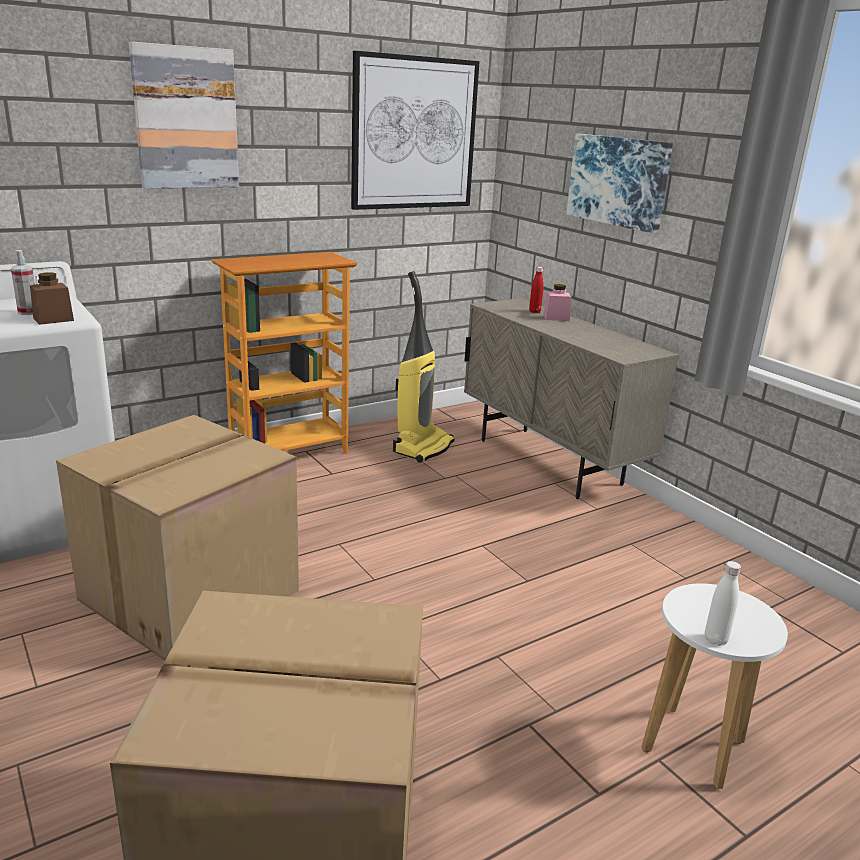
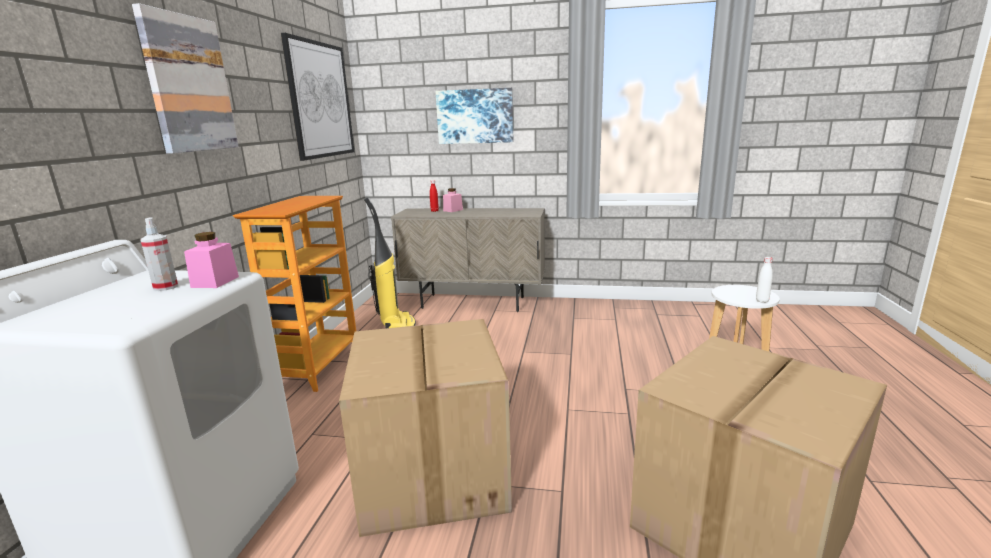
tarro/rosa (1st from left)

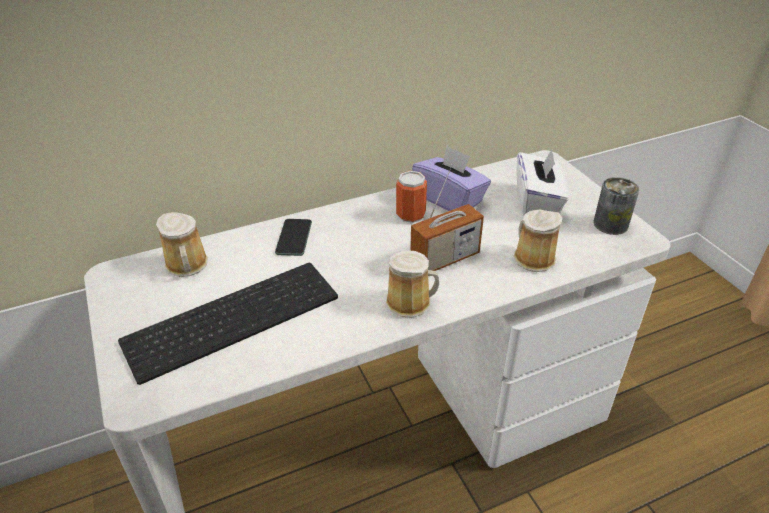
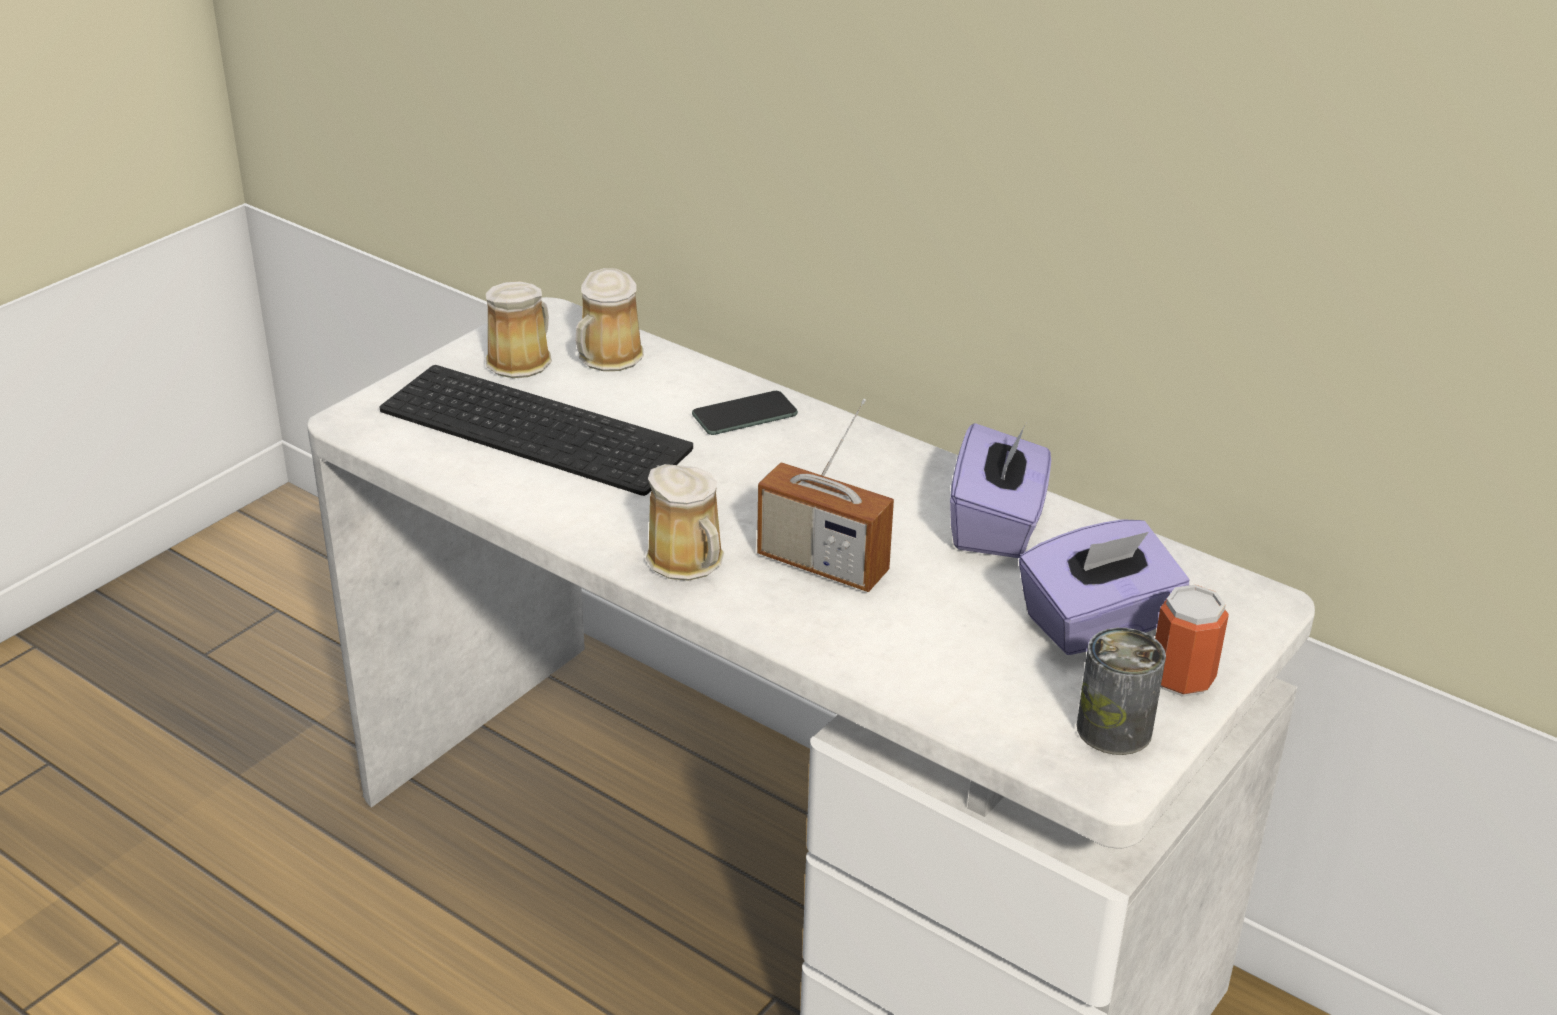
taza grande (1st from left); caja de pañuelos/morado (2nd from left); lata (2nd from left)

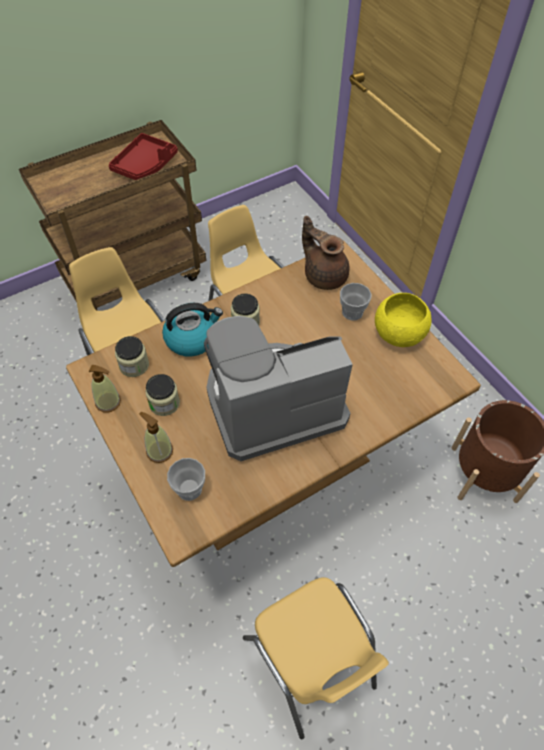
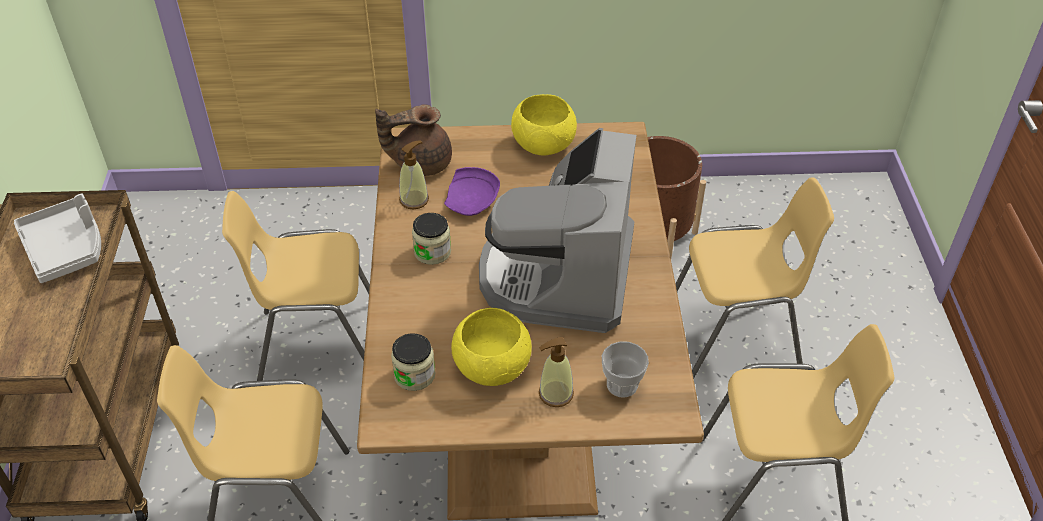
bandeja/gris; dispensador de jabón (1st from left); plato/morado; cuenco/amarillo (1st from left); silla/amarillo (3rd from left); hervidor; taza (2nd from left in the first image)

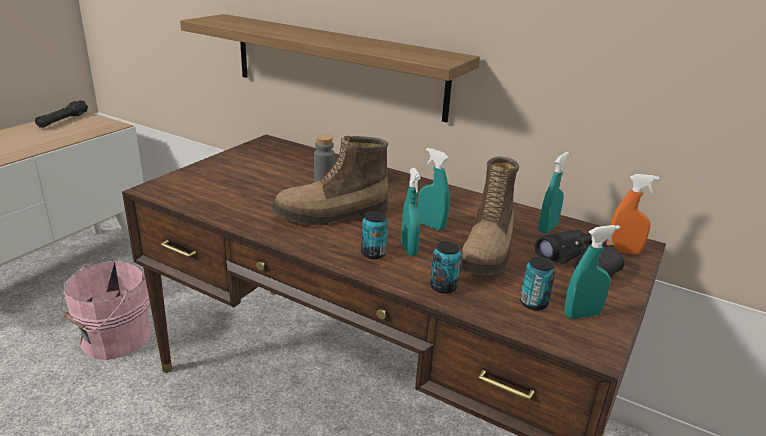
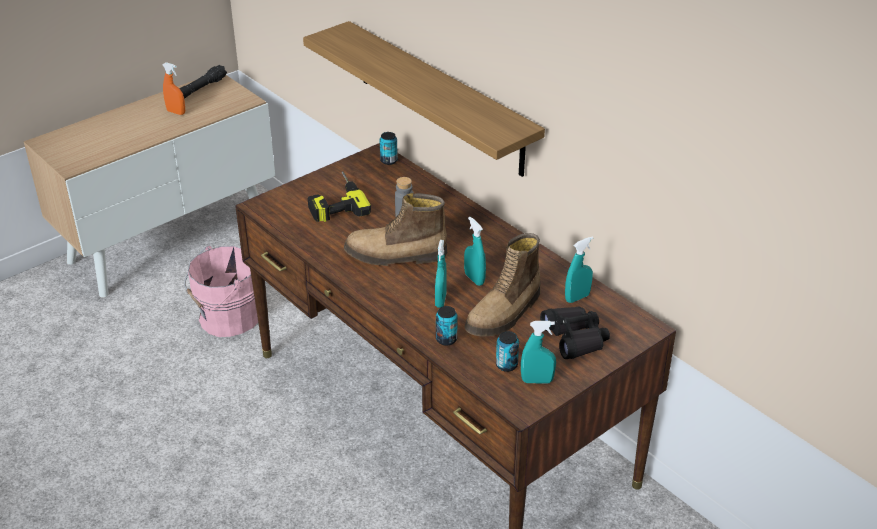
pulverizador/naranja; taladro; lata (1st from left)

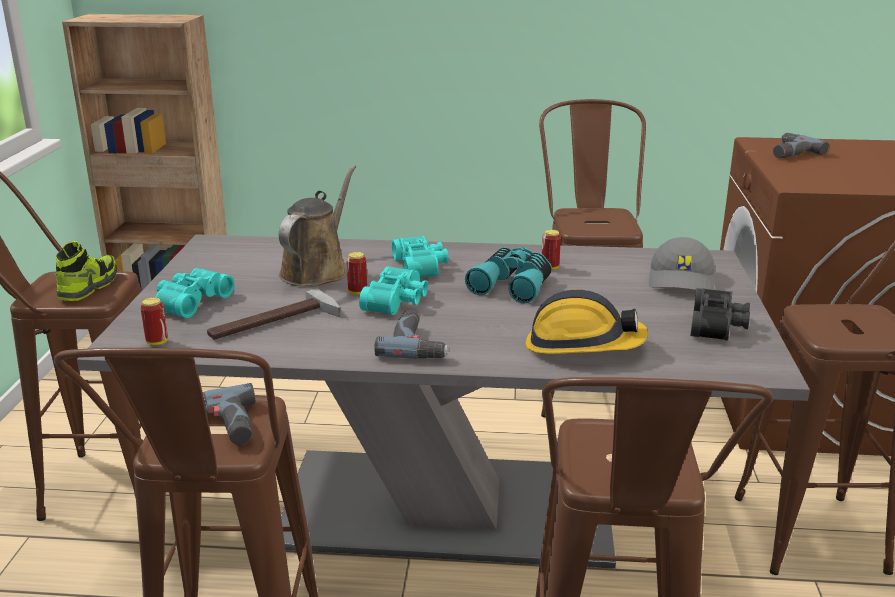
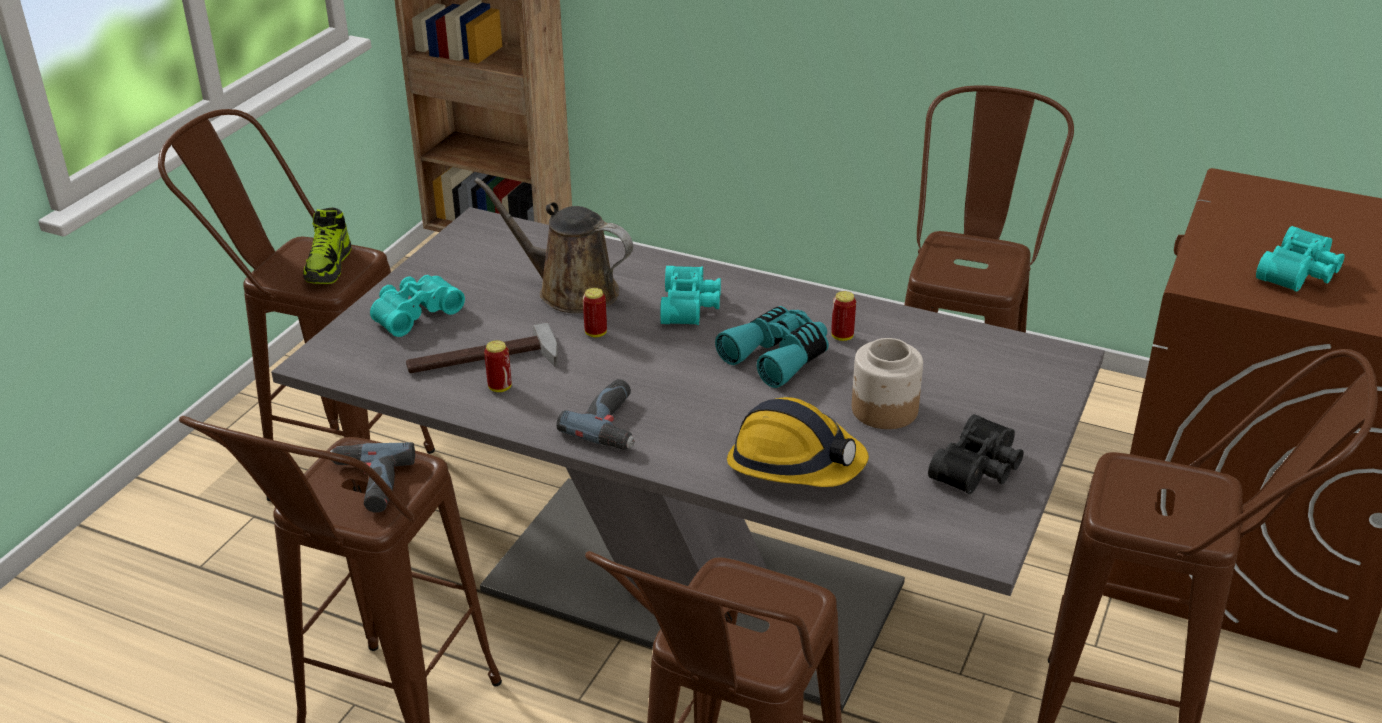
zapato; regadera/marrón; lata (1st from left); tarro; prismáticos/turquesa (4th from left); gorra/gris; taladro (3rd from left in the first image)

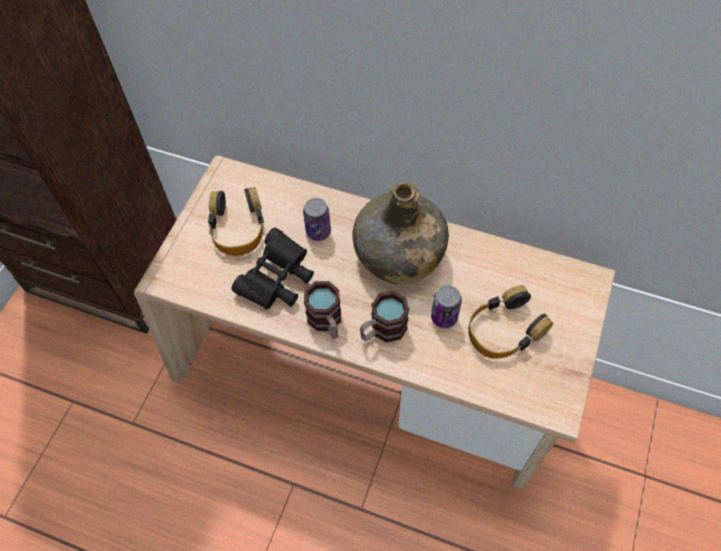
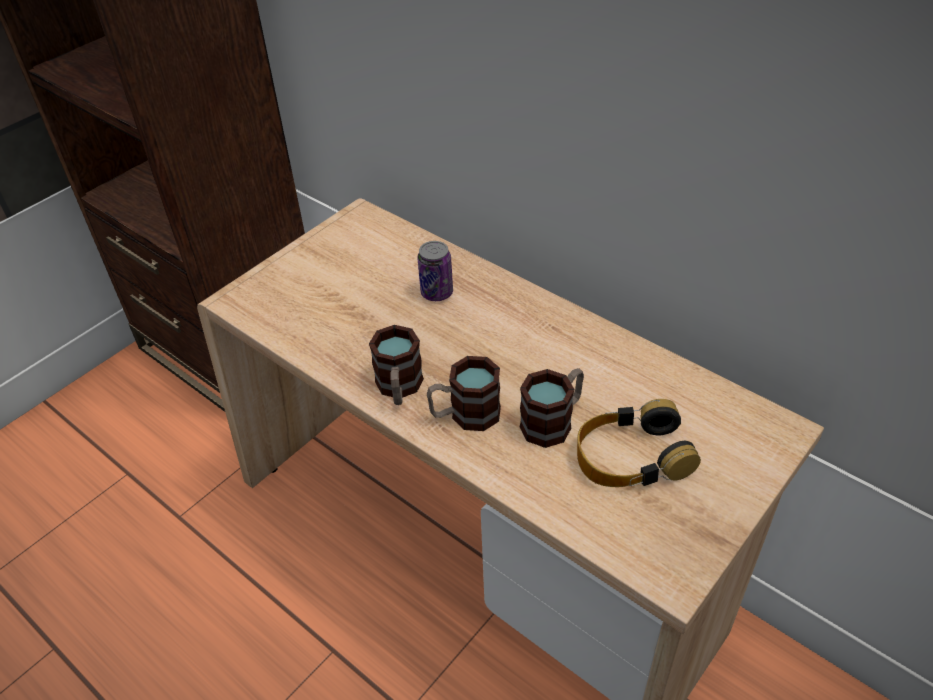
taza grande (3rd from left); auriculares (1st from left in the first image); prismáticos/negro; botella/verde

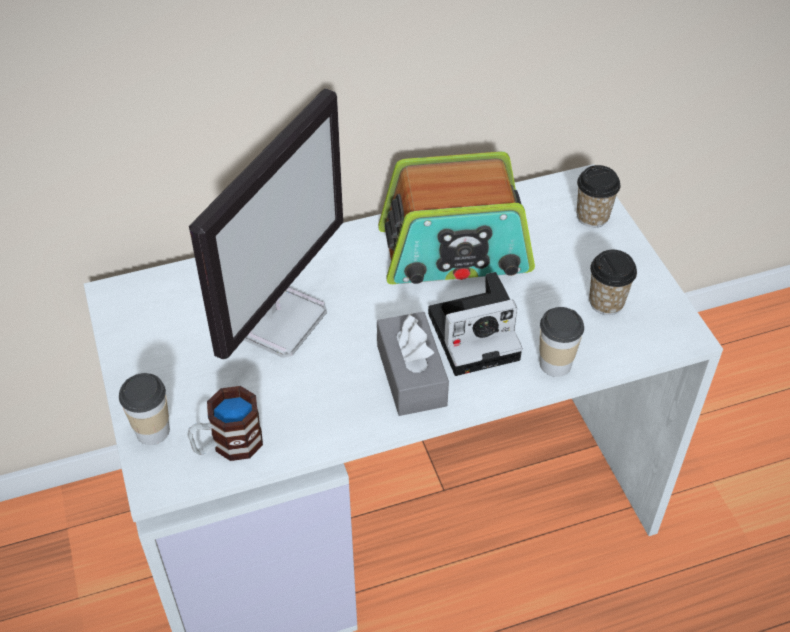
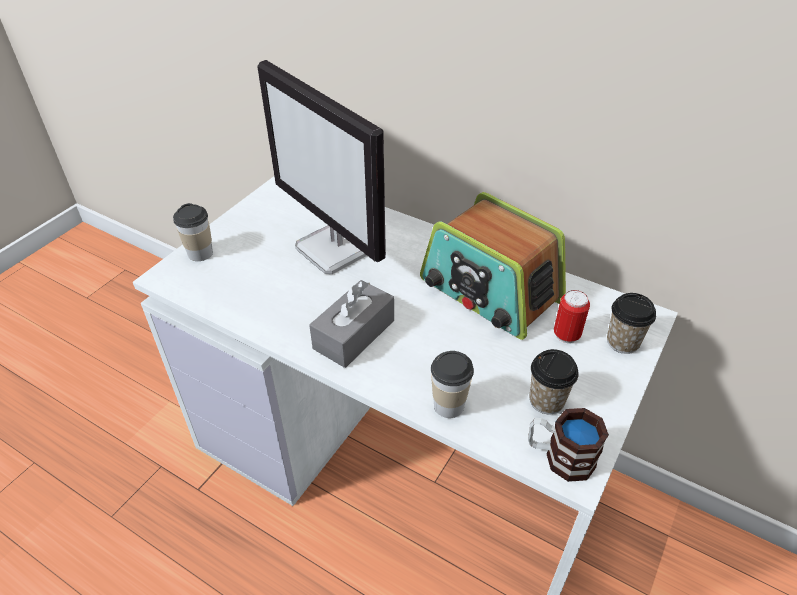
monitor; taza grande; lata; cámara

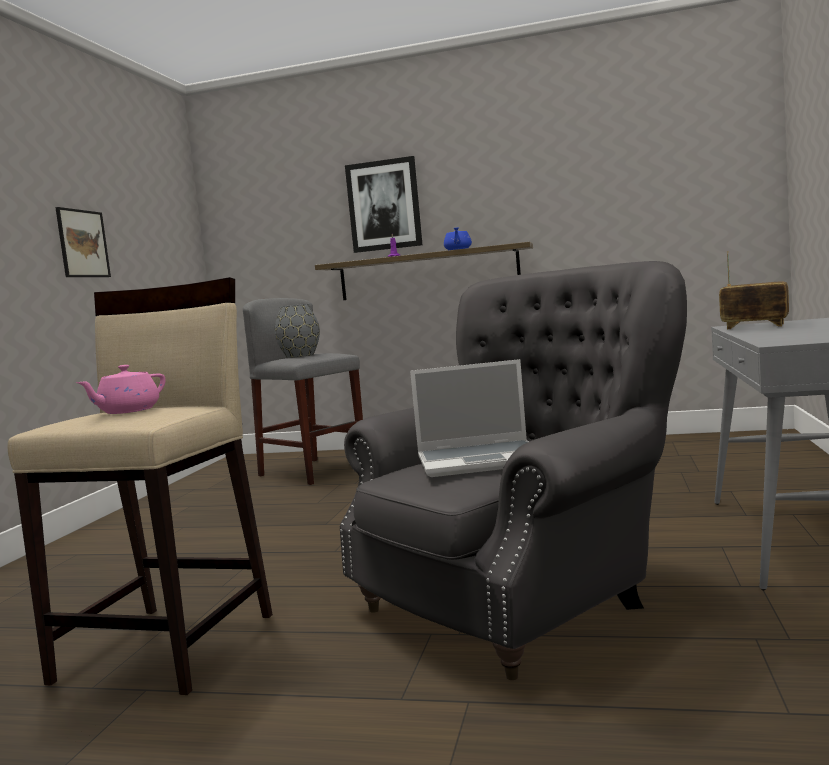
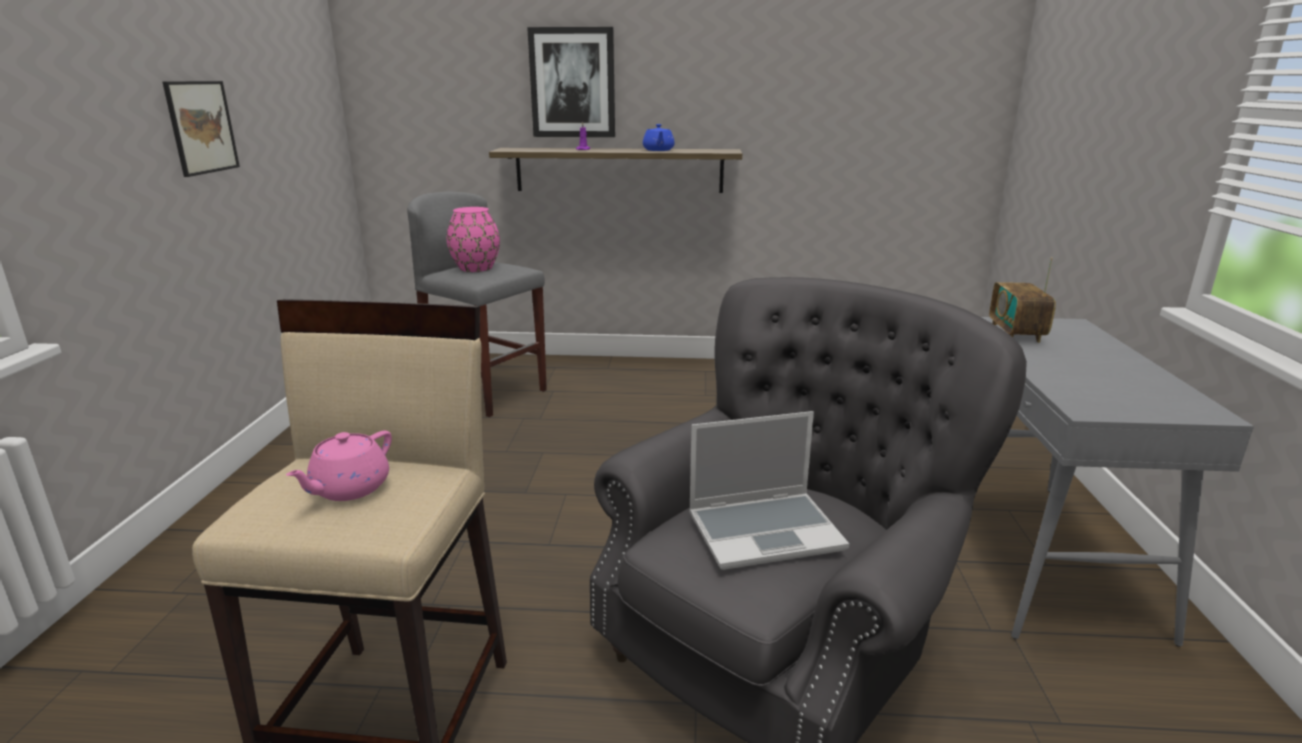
florero/rosa; radio

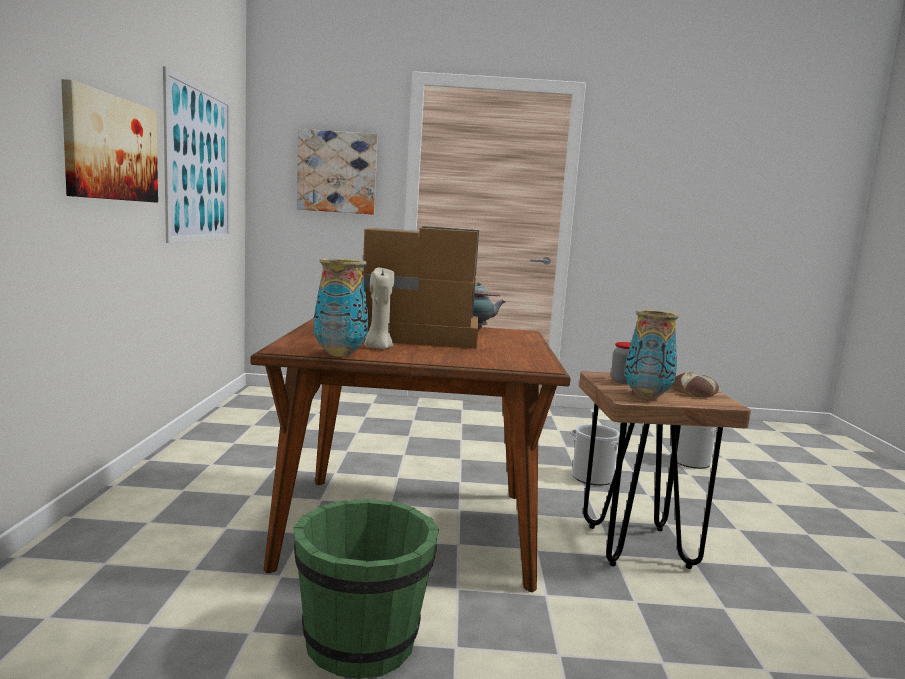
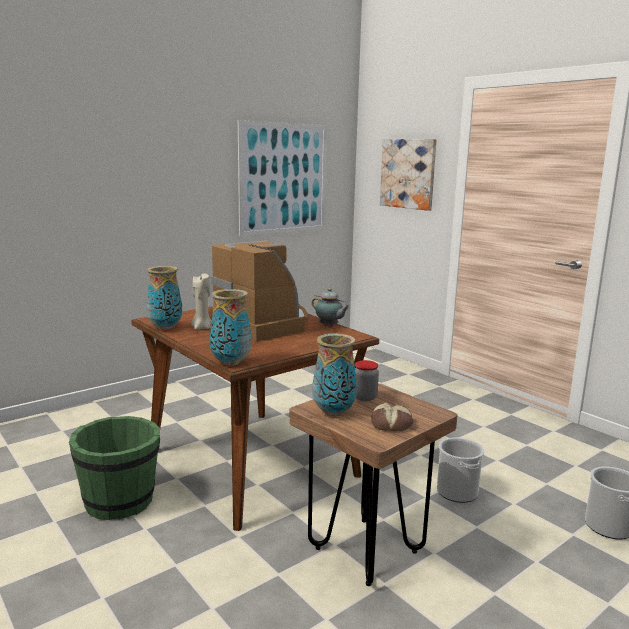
florero (2nd from left); cuadro (1st from left in the first image)

